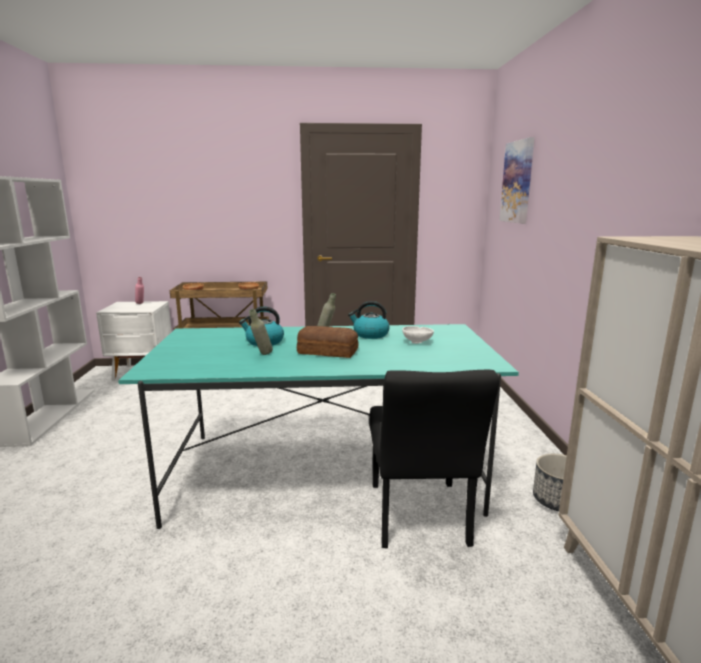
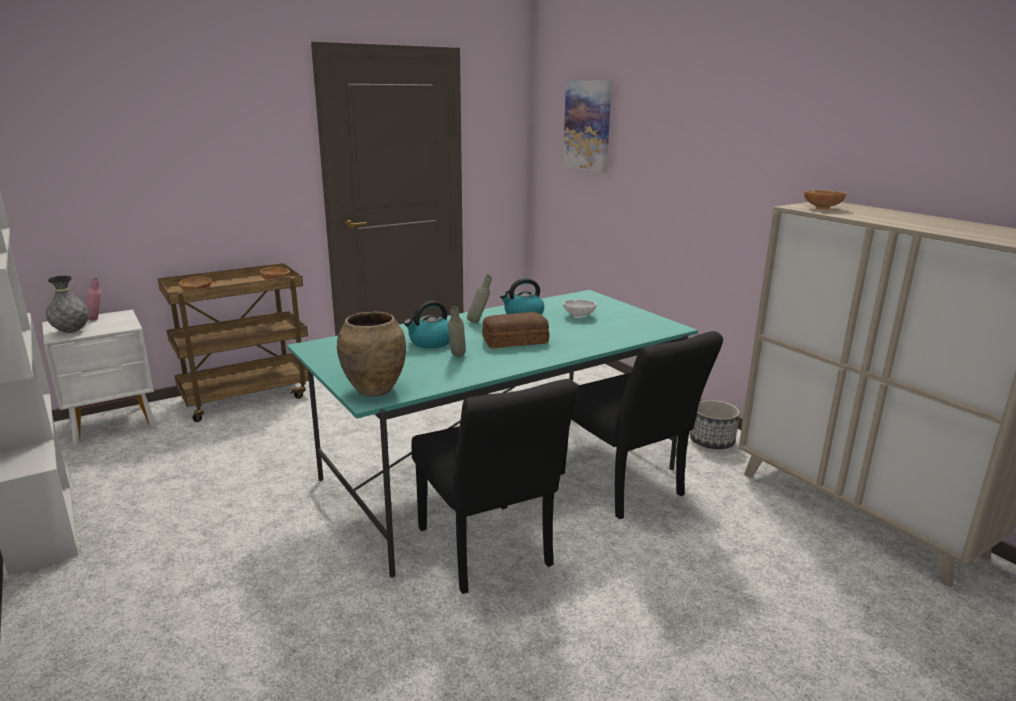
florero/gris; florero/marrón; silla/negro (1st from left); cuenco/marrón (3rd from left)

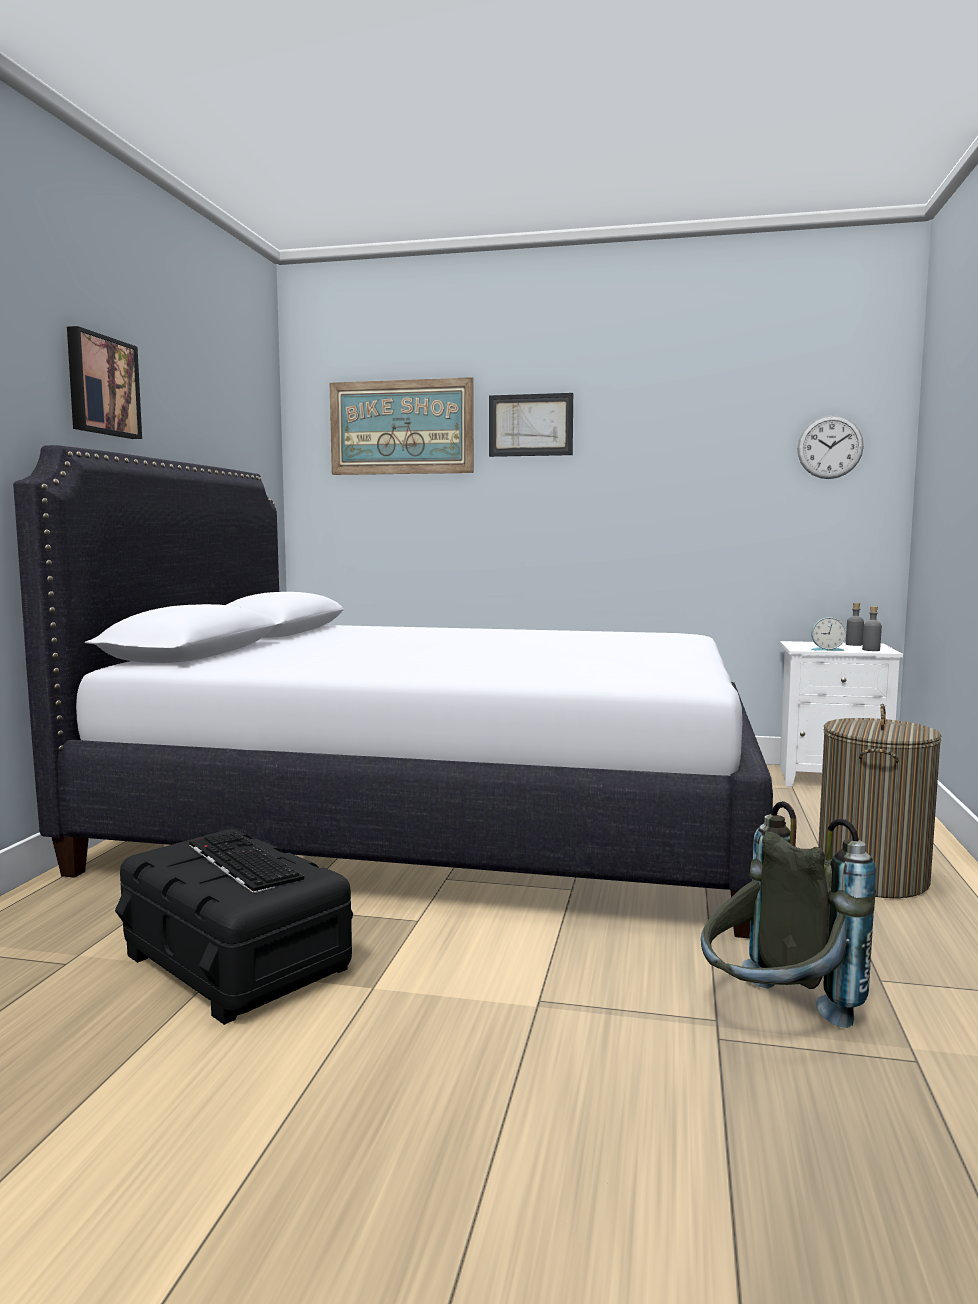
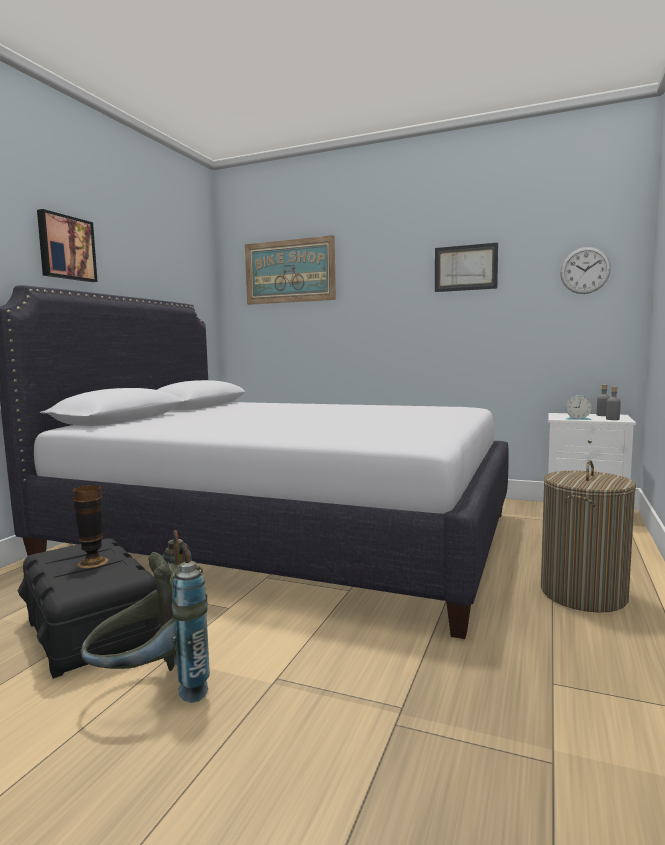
florero; mochila/gris; cuadro (3rd from left)

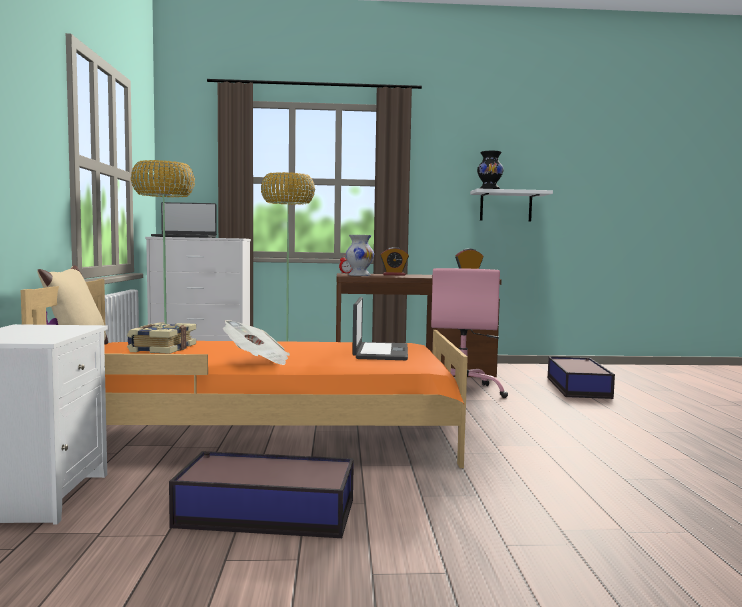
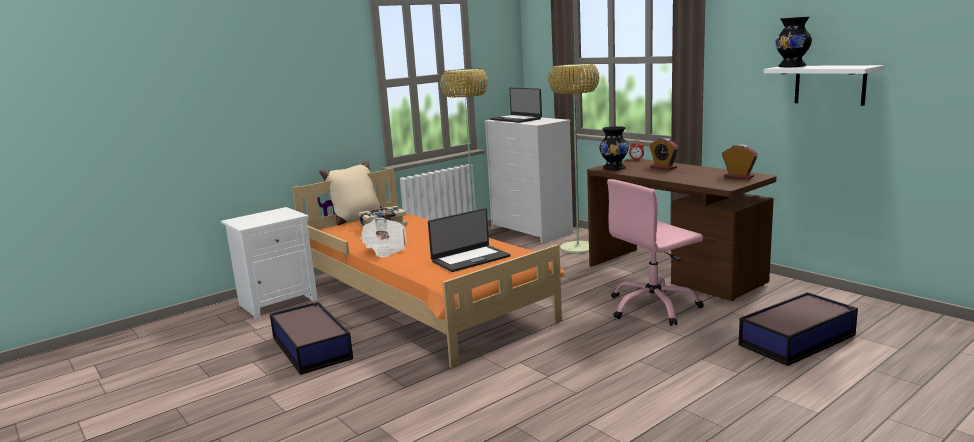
florero/negro (1st from left)

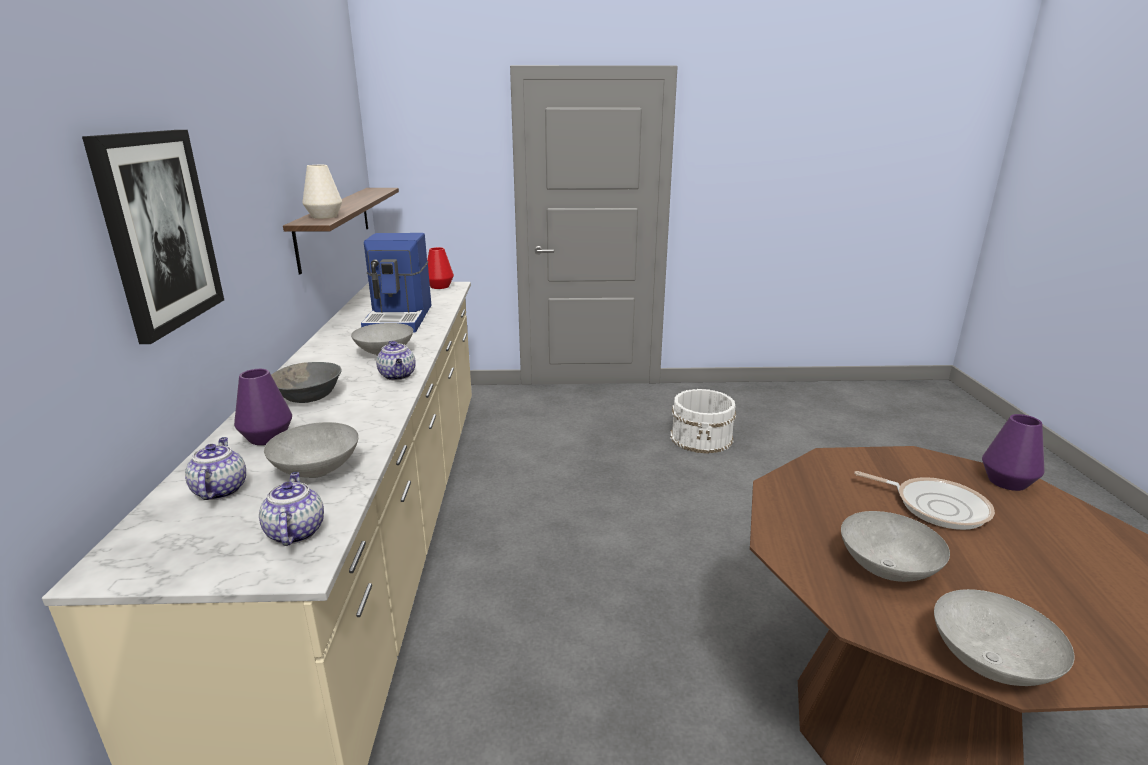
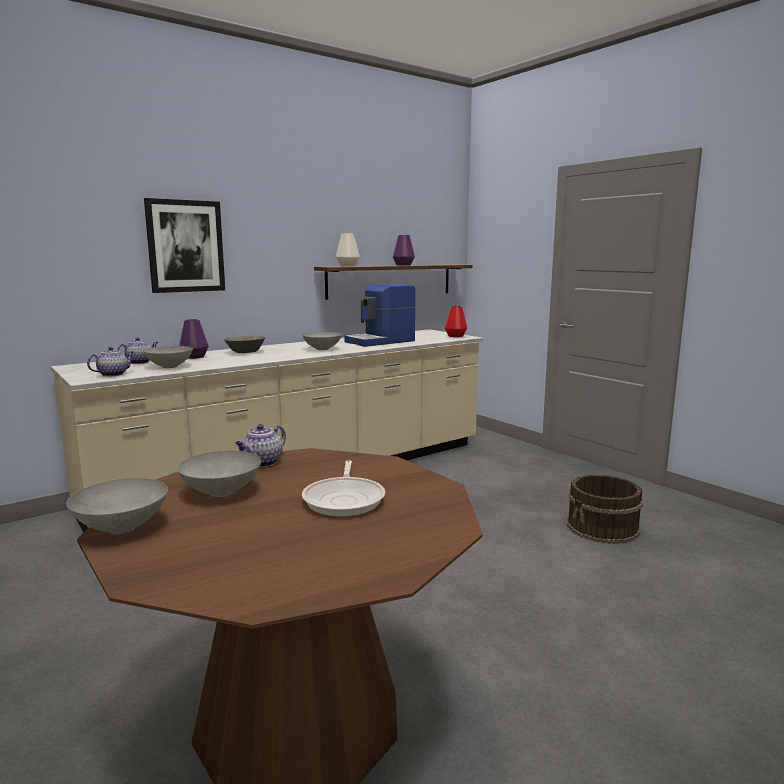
tetera (3rd from left); florero/morado (2nd from left); cubo/marrón

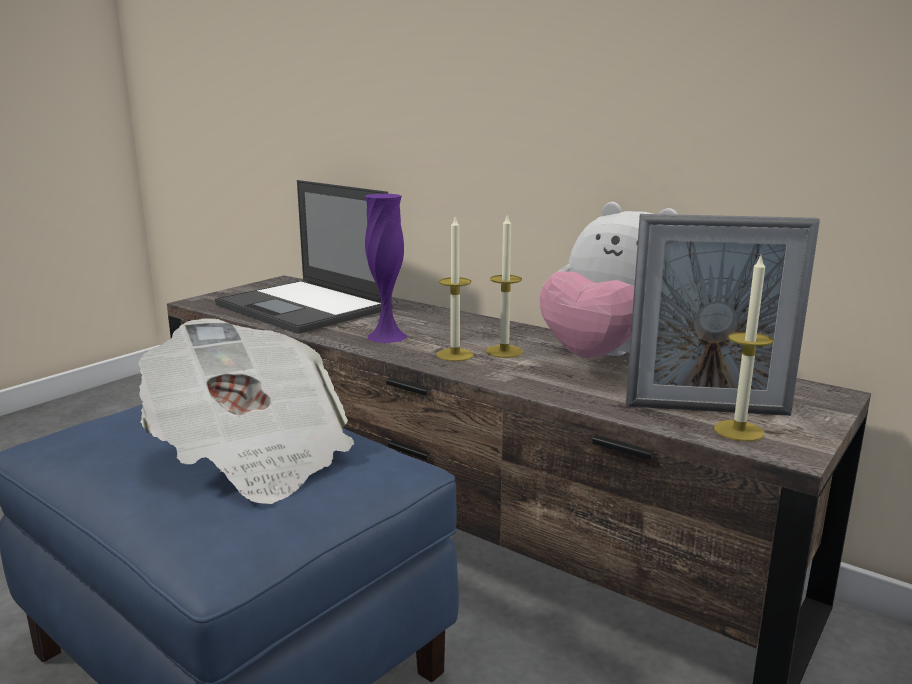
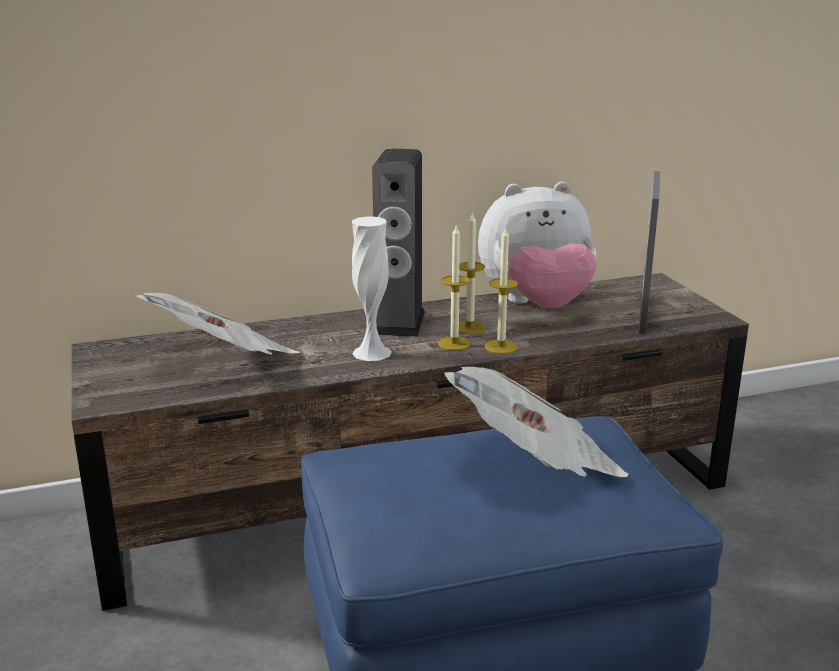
periódico (1st from left); florero/blanco; altavoz; vela (3rd from left); portarretratos

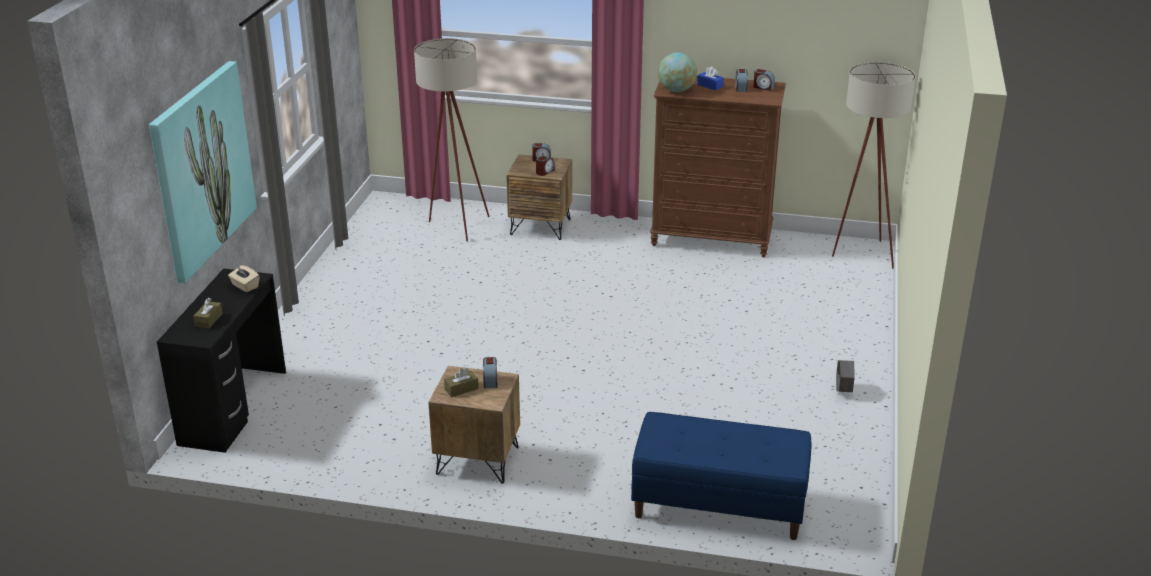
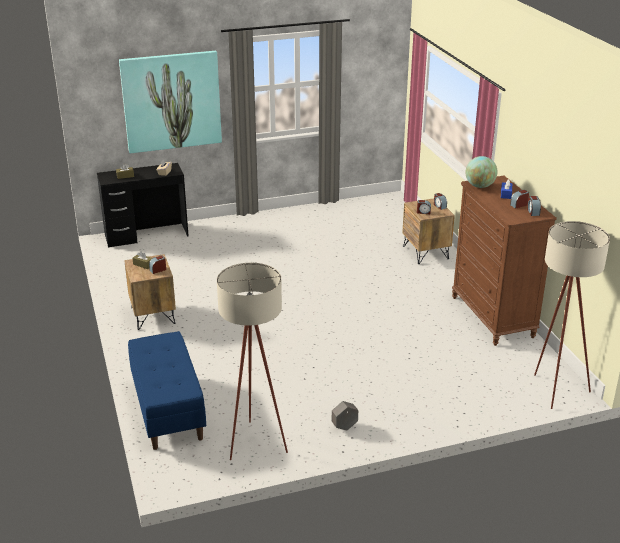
lámpara de pie/beis (1st from left)

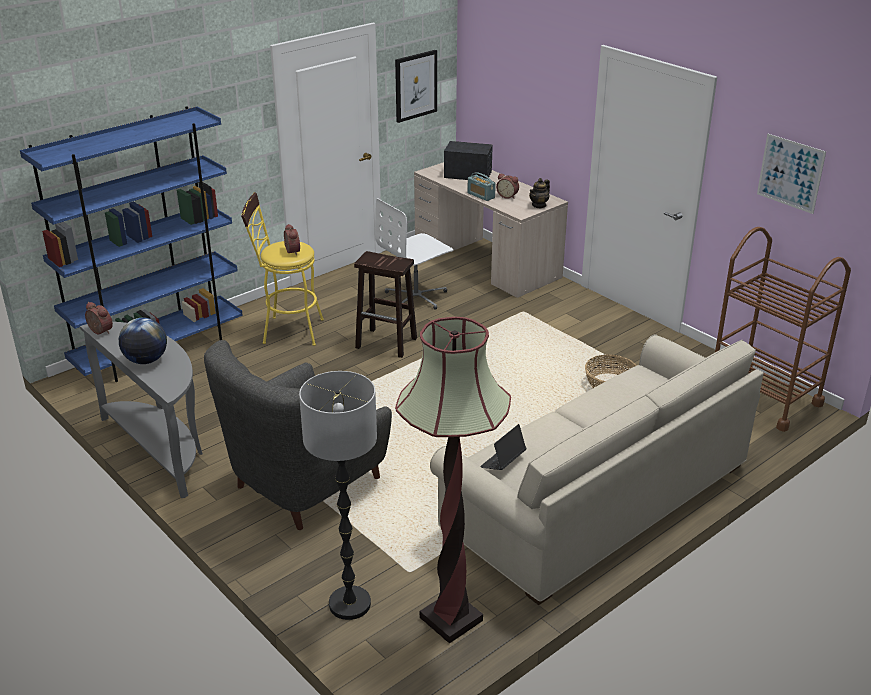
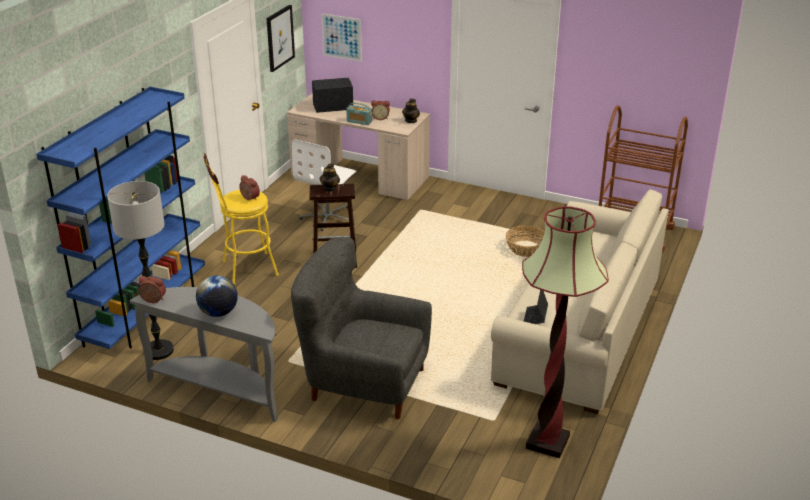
lámpara de pie (1st from left); sillón/gris; tetera (1st from left); cuadro (2nd from left)

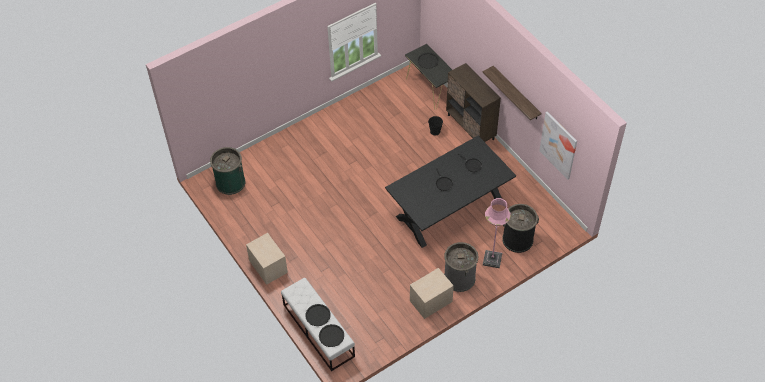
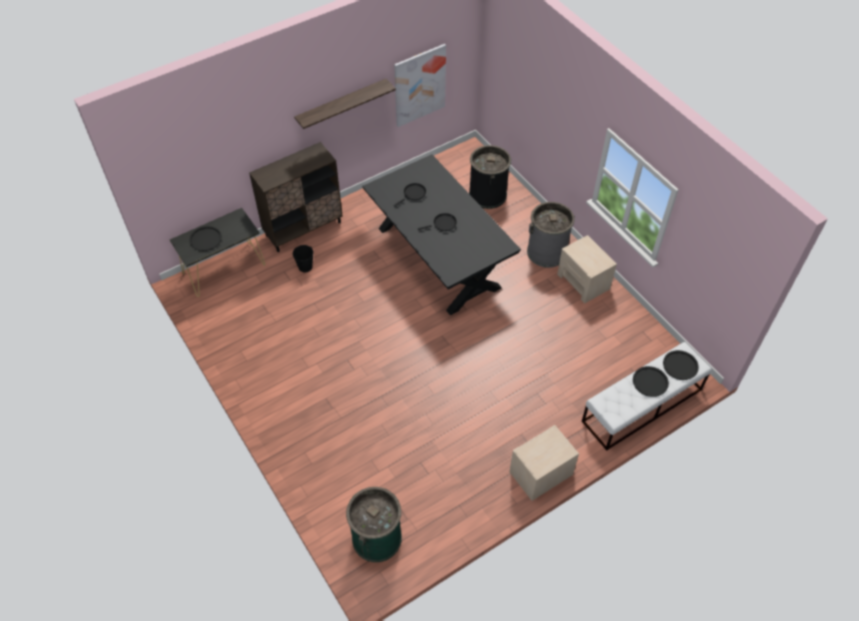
lámpara de pie/rosa

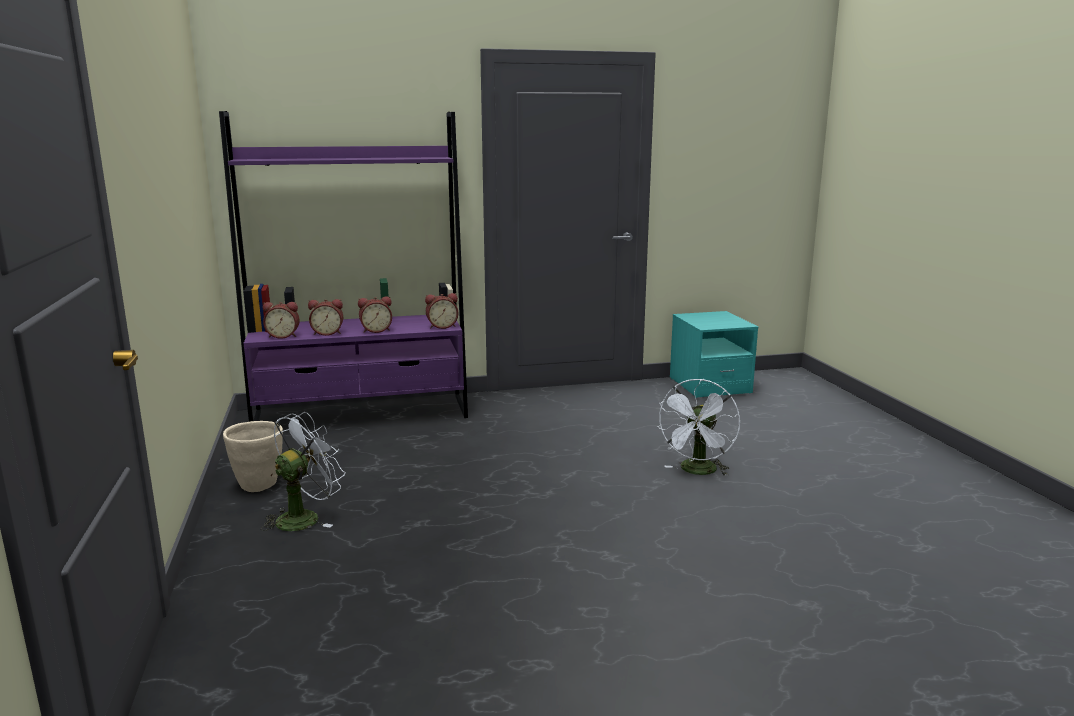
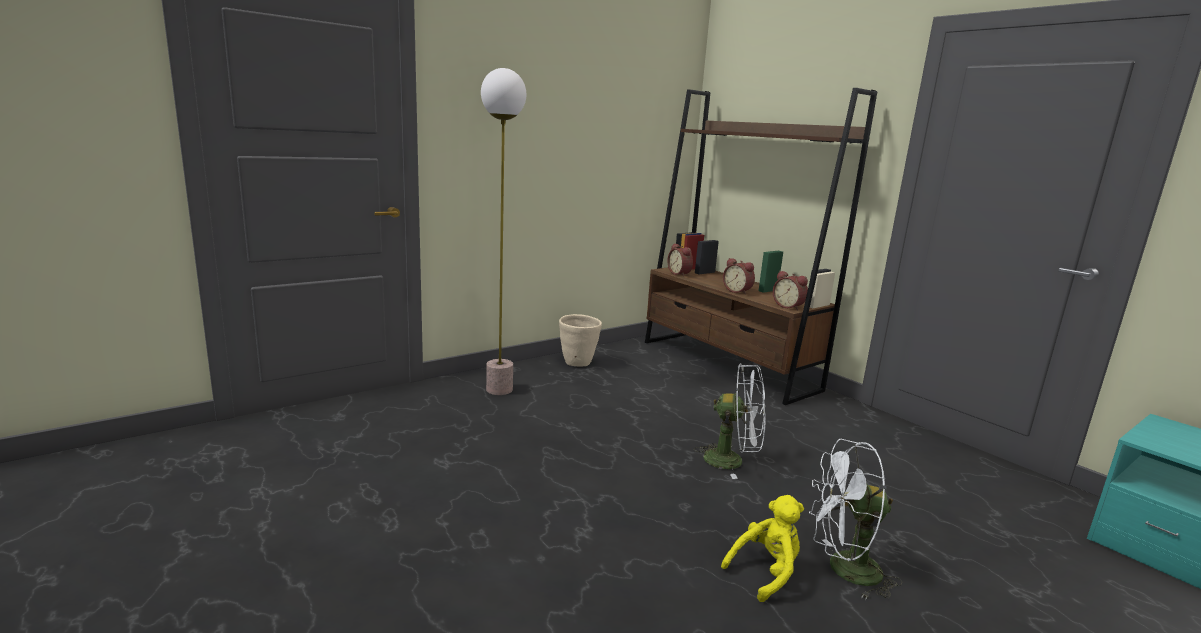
lámpara de pie; estantería/marrón; ventilador/blanco (1st from left); peluche/amarillo; despertador (2nd from left in the first image)

